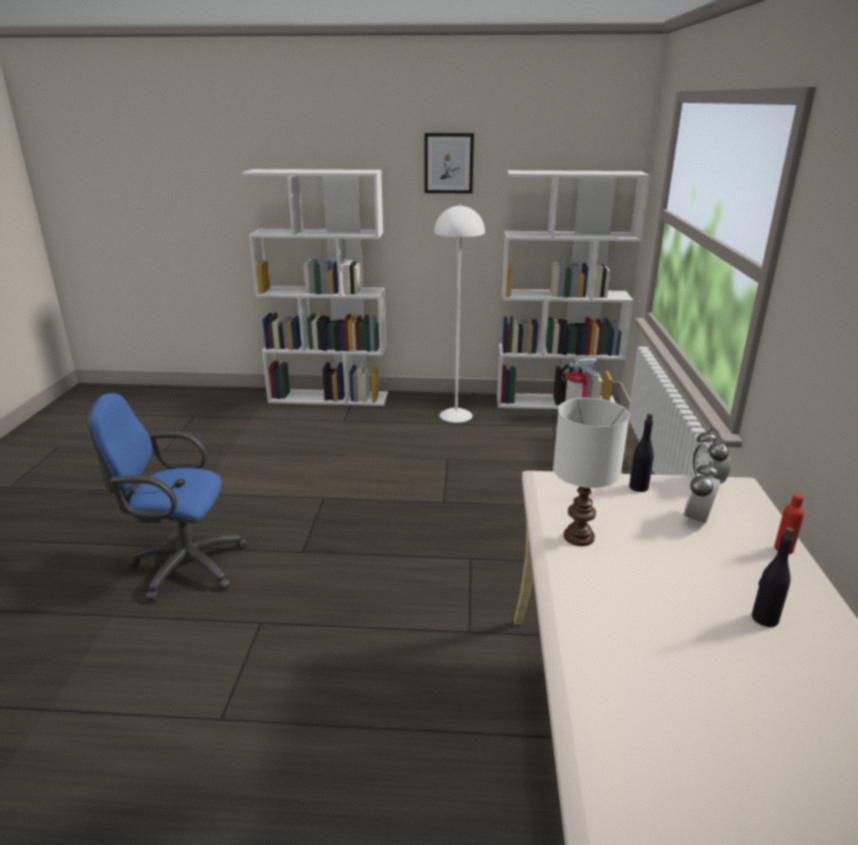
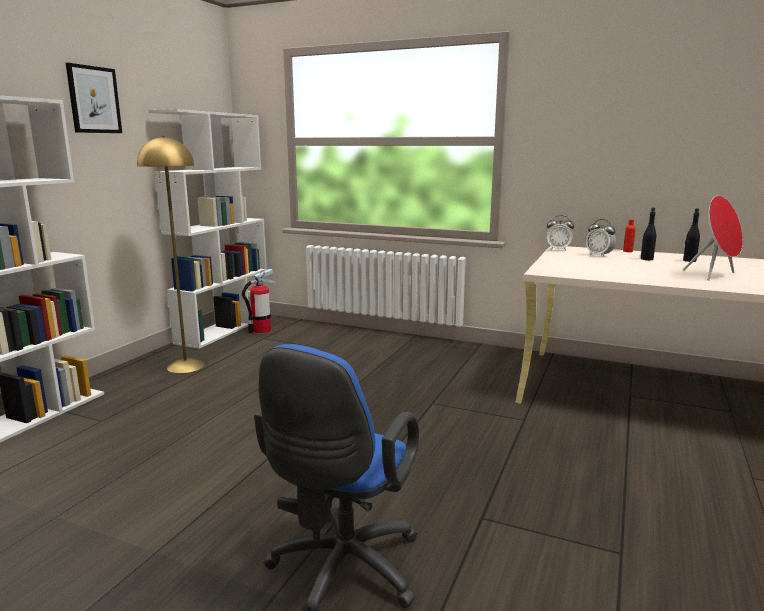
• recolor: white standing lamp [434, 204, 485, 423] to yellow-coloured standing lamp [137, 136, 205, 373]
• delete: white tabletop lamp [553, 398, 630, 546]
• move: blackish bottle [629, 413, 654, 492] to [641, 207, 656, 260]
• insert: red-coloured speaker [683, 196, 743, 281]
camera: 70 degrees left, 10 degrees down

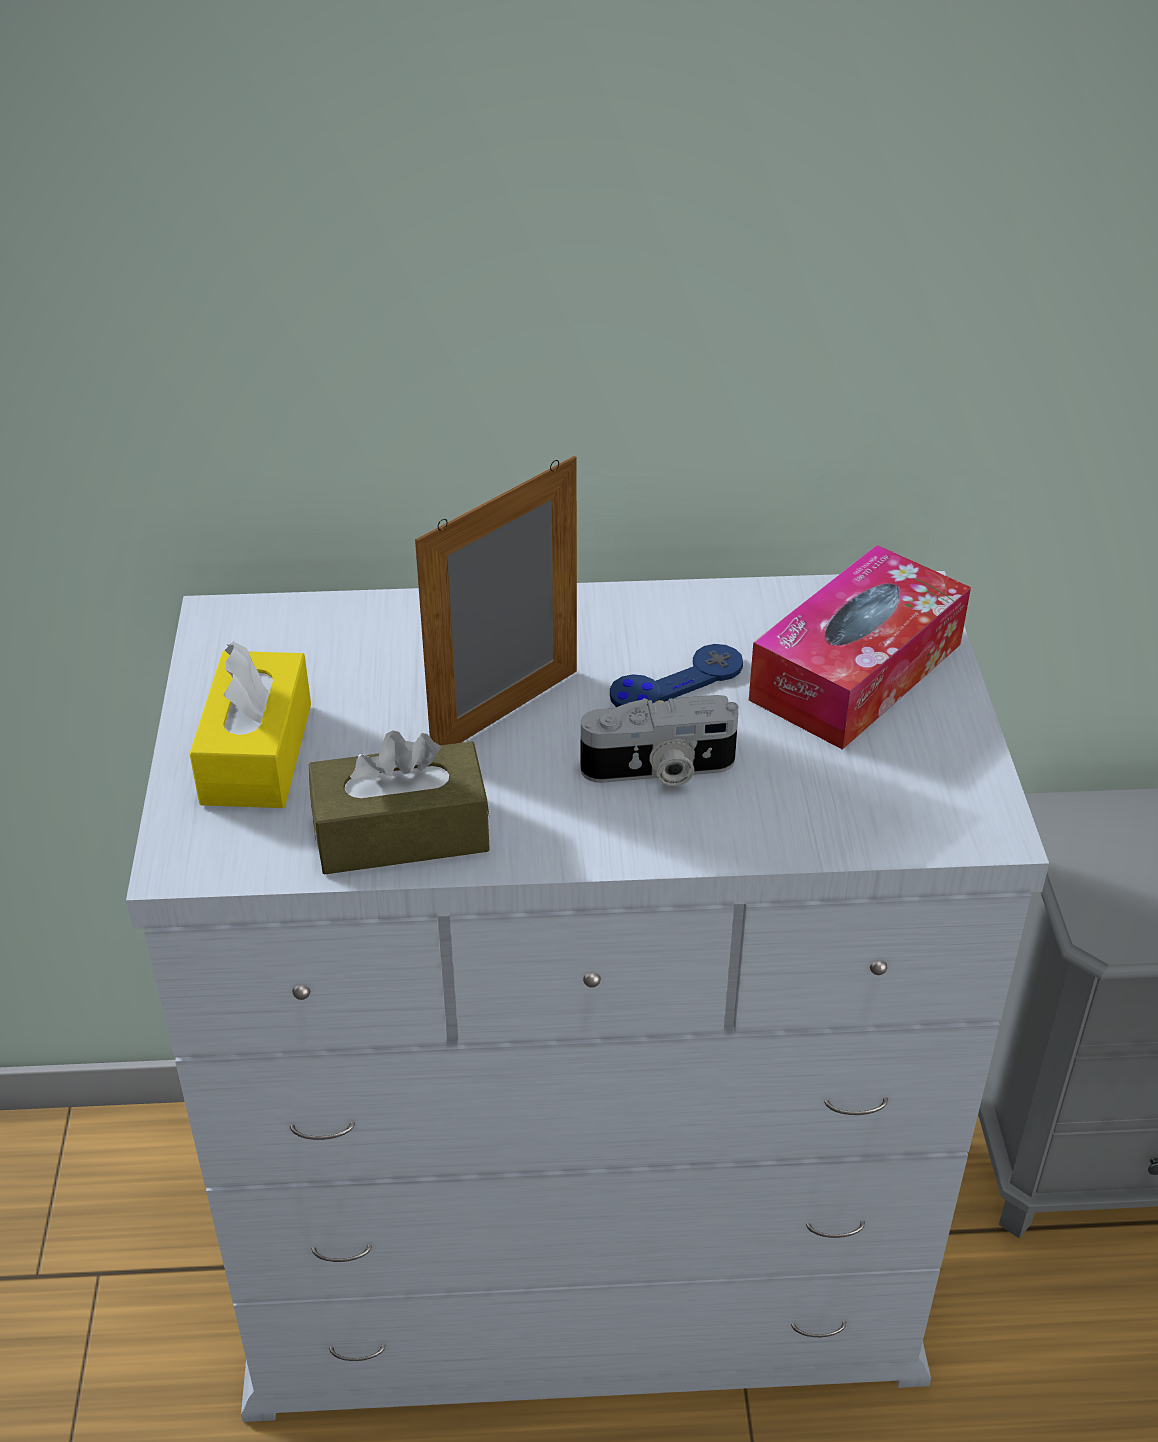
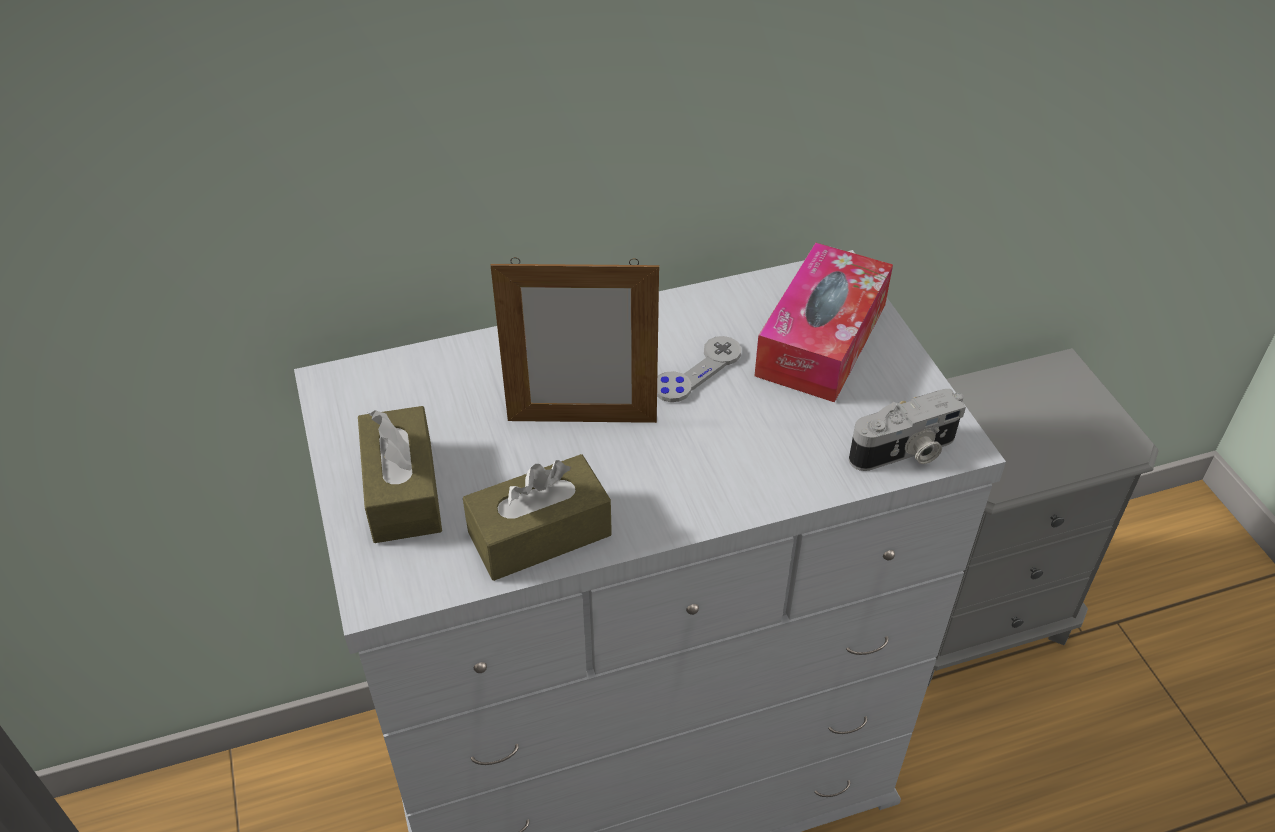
• rotate: standing frame [415, 456, 577, 745] = [490, 257, 659, 423] 120 degrees counterclockwise
• recolor: yellow-coloured tissue box [189, 642, 311, 808] to brown tissue box [358, 406, 442, 543]
• recolor: bluish game controller [610, 644, 743, 707] to grey game controller [657, 336, 741, 402]
• move: still camera [581, 695, 738, 786] to [849, 389, 966, 471]
camera: 15 degrees left, 5 degrees up

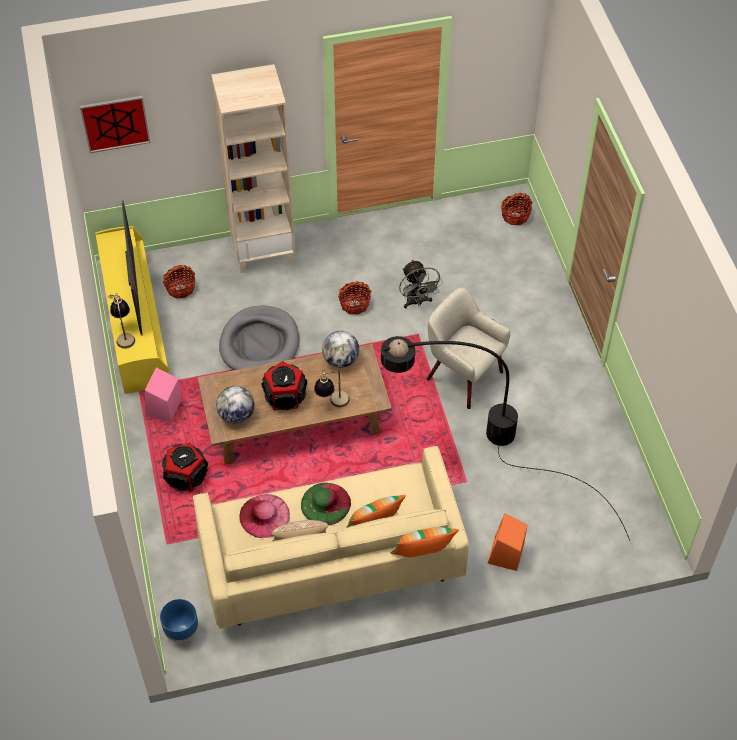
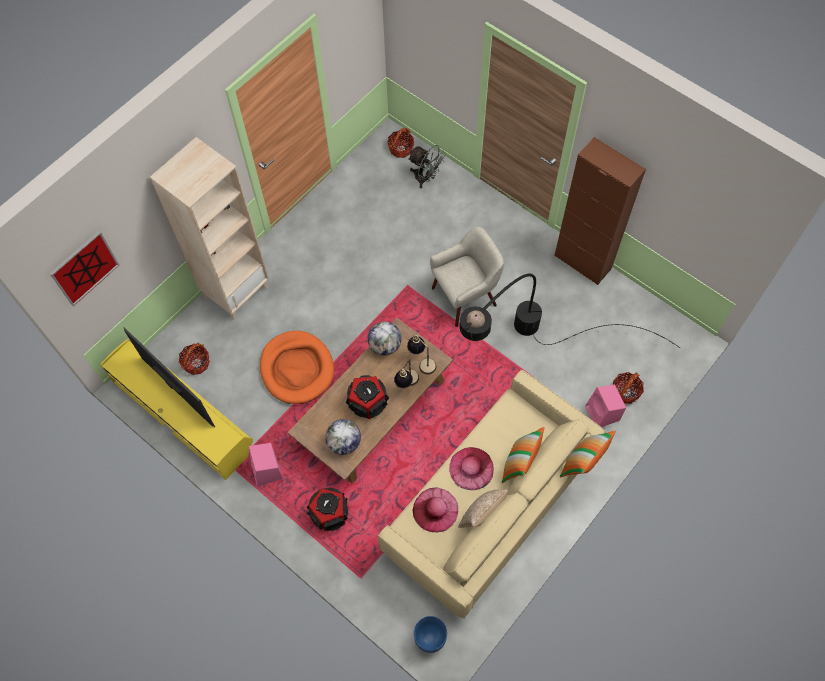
• move: grey fan [399, 259, 443, 308] to [408, 145, 446, 188]
• move: household basket [338, 281, 372, 315] to [613, 372, 644, 404]
• rotate: beige armchair [427, 287, 510, 409] = [430, 226, 504, 327] 150 degrees clockwise
• move: tabletop lamp [110, 293, 135, 349] to [407, 334, 436, 375]
• recolor: grey dog cushion [219, 306, 299, 370] to orangey dog cushion [260, 331, 334, 404]
• recolor: greenish wearable hat [301, 483, 351, 526] to pink-coloured wearable hat [449, 447, 494, 490]
• recolor: orangey speaker [487, 514, 527, 571] to pink-coloured speaker [585, 384, 626, 427]
• insert: brown cupboard [554, 137, 646, 285]
camera: 35 degrees left, 10 degrees up

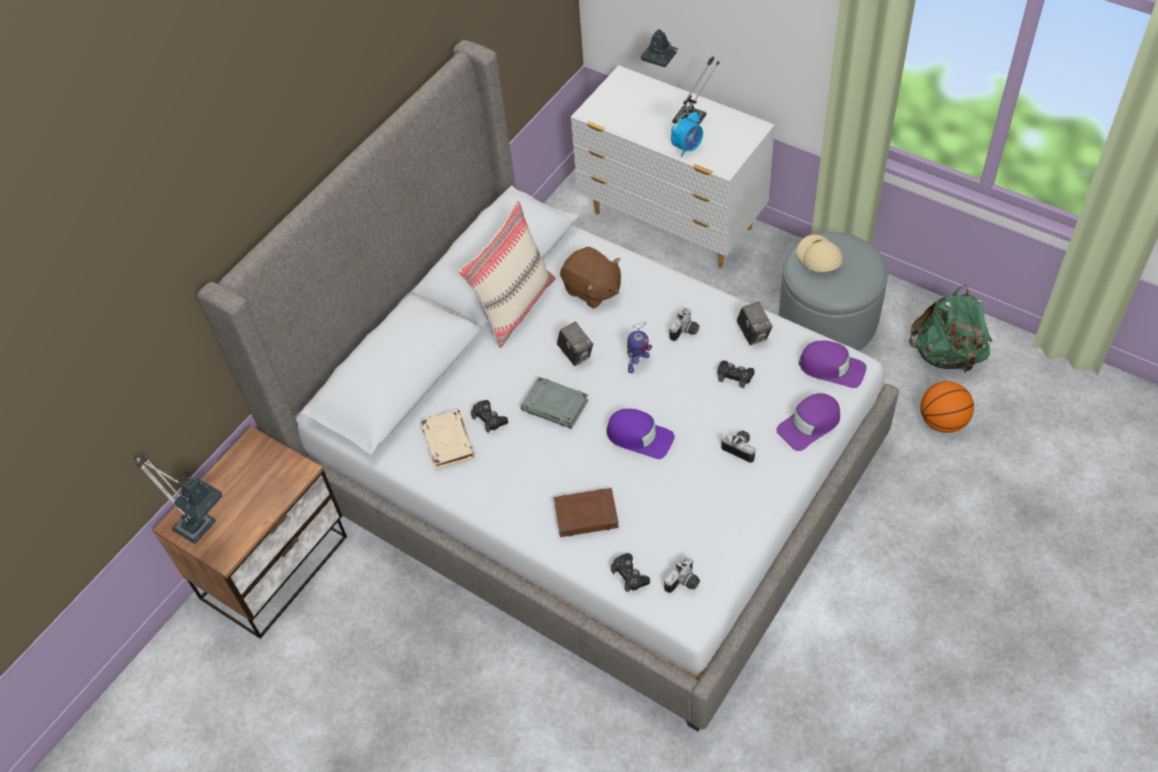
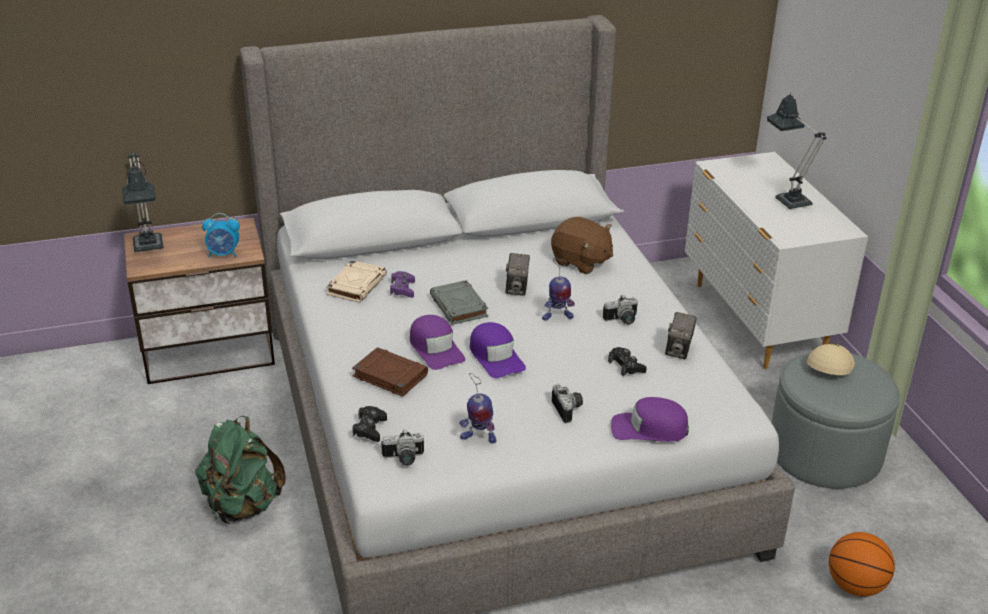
• move: table clock [671, 112, 703, 157] to [202, 213, 240, 257]
• delete: beige throw pillow [458, 201, 556, 348]
• rotate: brown soft toy [560, 247, 621, 309] = [551, 217, 613, 274] 45 degrees counterclockwise
• move: greenish knapsack [909, 285, 992, 375] to [195, 416, 286, 524]
• move: purplish cap [799, 341, 866, 388] to [410, 315, 465, 370]
• recolor: blackish game controller [471, 400, 508, 433] to purplish game controller [390, 271, 415, 298]
• insert: toy robot [459, 373, 496, 444]
camera: 35 degrees right, 20 degrees down

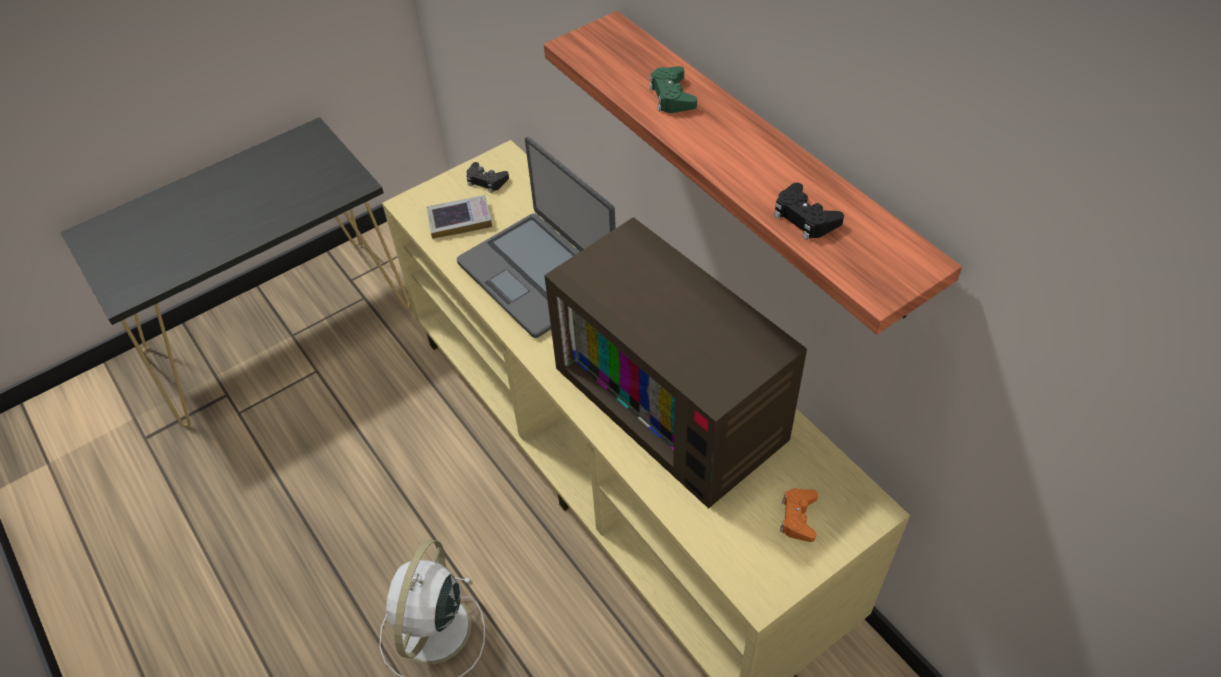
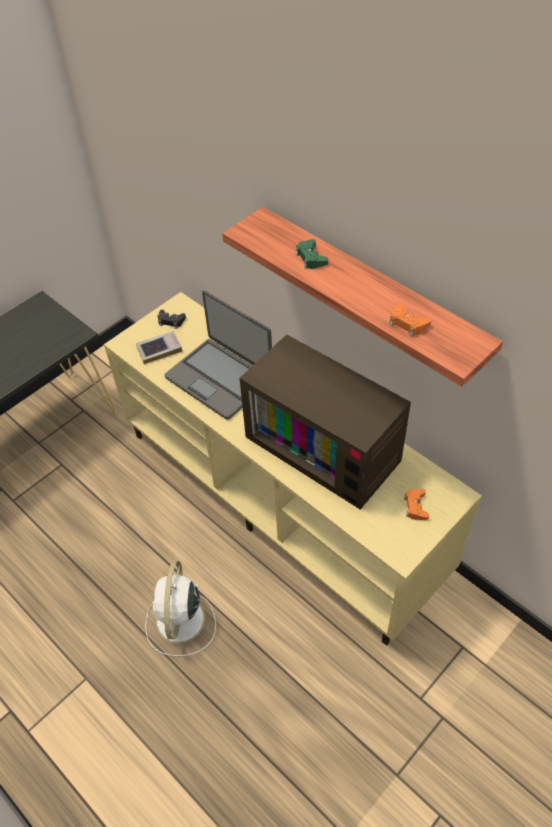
• recolor: blackish game controller [774, 183, 844, 240] to orangey game controller [389, 303, 431, 337]
camera: 10 degrees left, 0 degrees up

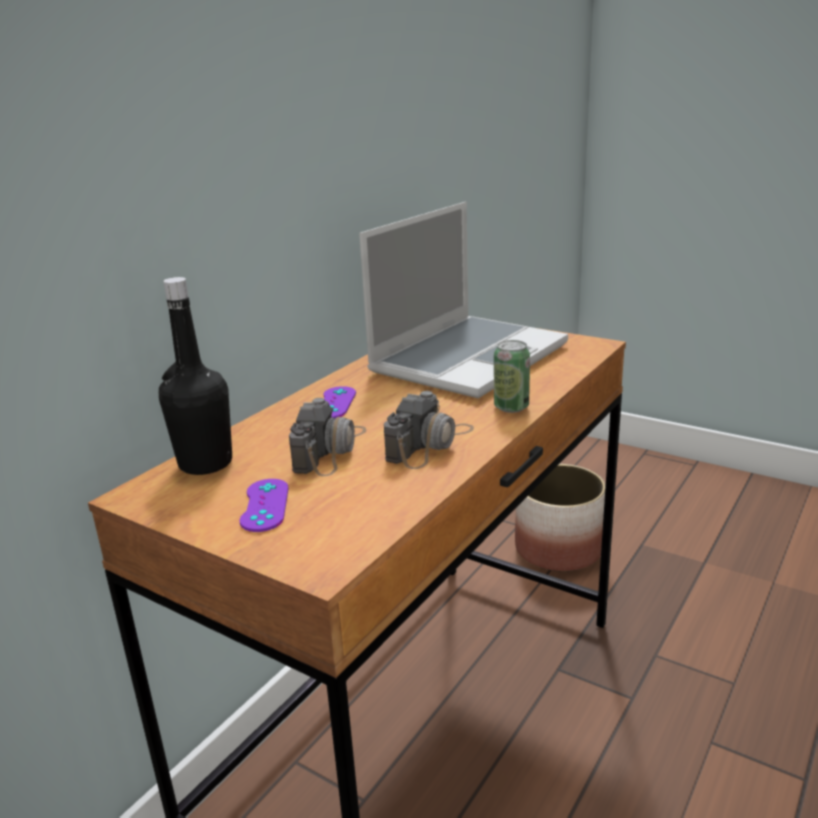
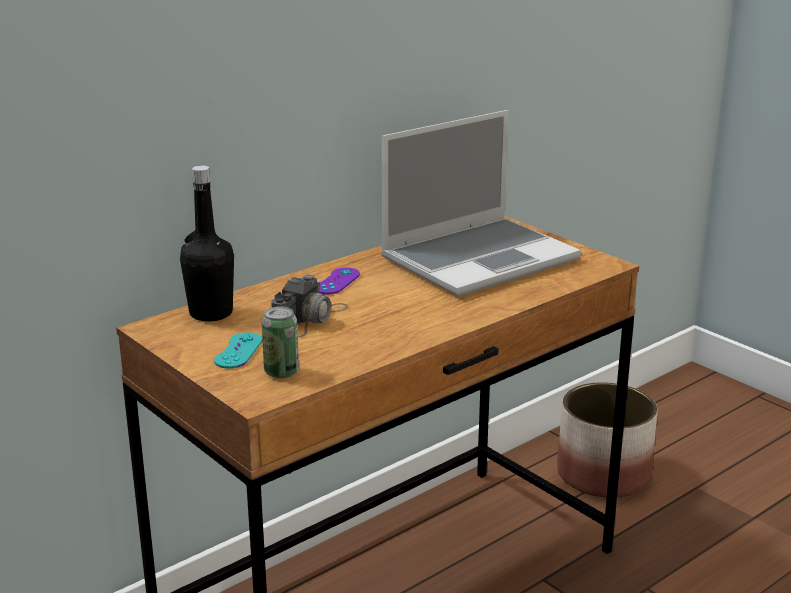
• move: sealed can [494, 340, 530, 413] to [261, 306, 299, 378]
• delete: still camera [384, 391, 474, 469]
• recolor: purplish game controller [240, 479, 289, 532] to turquoise game controller [214, 332, 262, 369]
camera: 15 degrees right, 0 degrees up

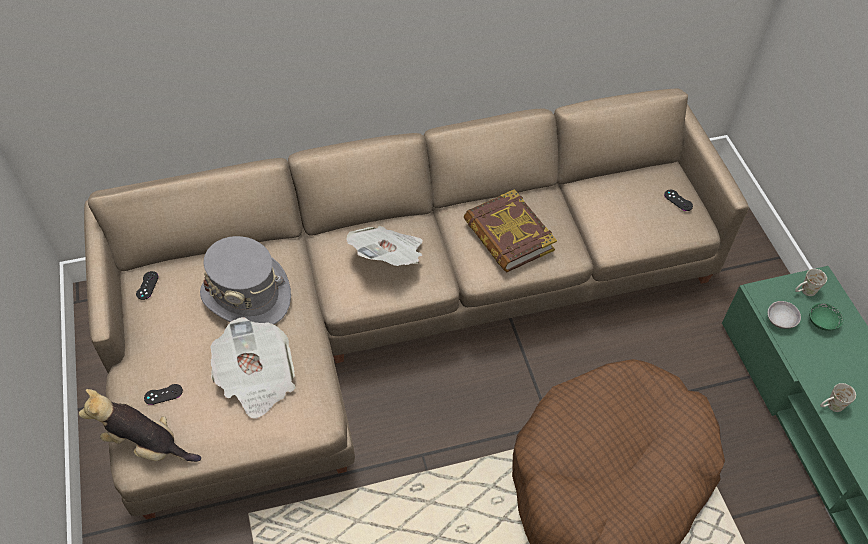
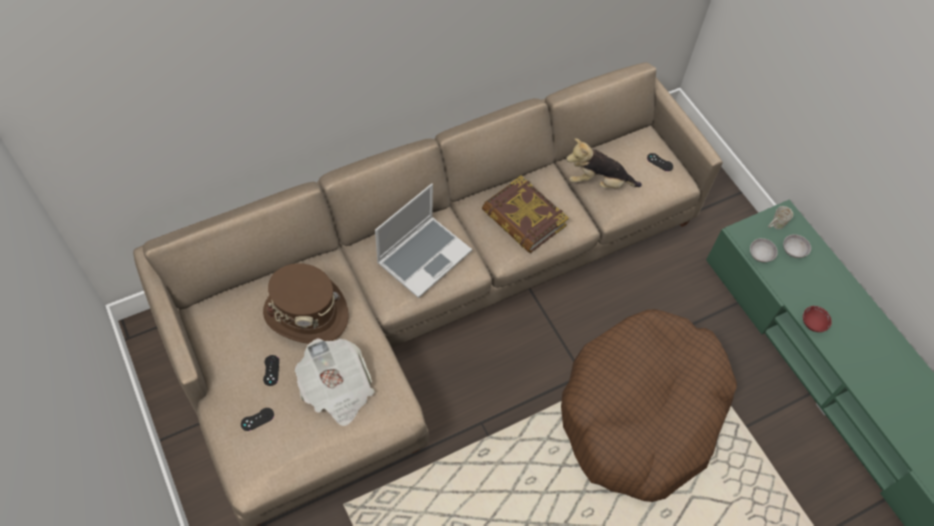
• replace: daily paper [346, 226, 423, 266] to notebook computer [375, 183, 472, 298]
• recolor: grey wearable hat [200, 236, 291, 324] to brown wearable hat [263, 263, 349, 344]
• move: blackish game controller [136, 271, 159, 300] to [263, 355, 279, 386]
• recolor: greenish deep dish [809, 303, 843, 331] to grey deep dish [783, 234, 811, 258]
• replace: white mug [820, 383, 856, 412] to red-coloured deep dish [803, 306, 832, 332]
• move: soft toy [79, 389, 201, 462] to [566, 138, 642, 189]
camera: 15 degrees left, 5 degrees up

